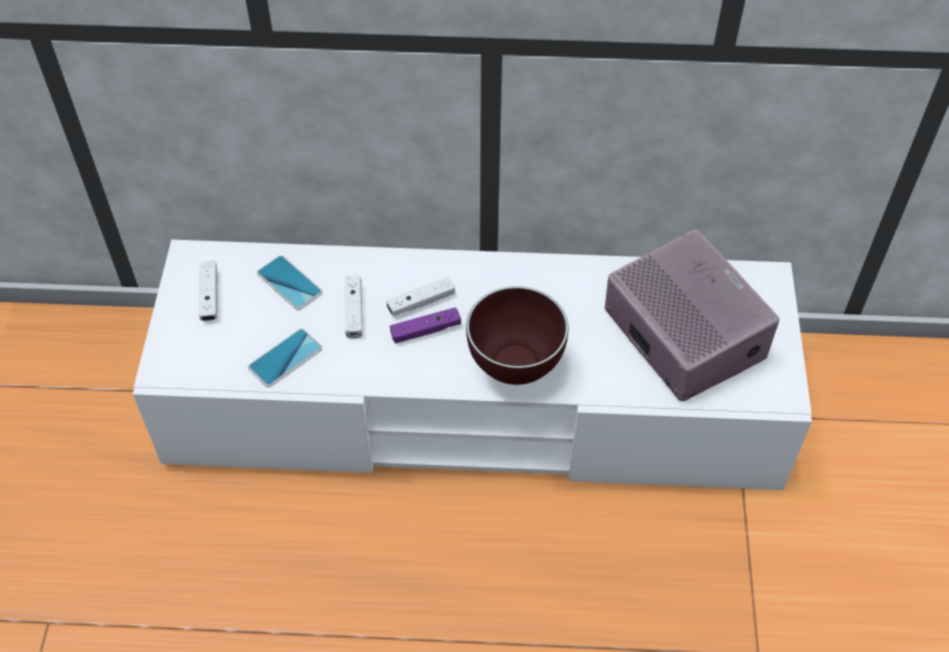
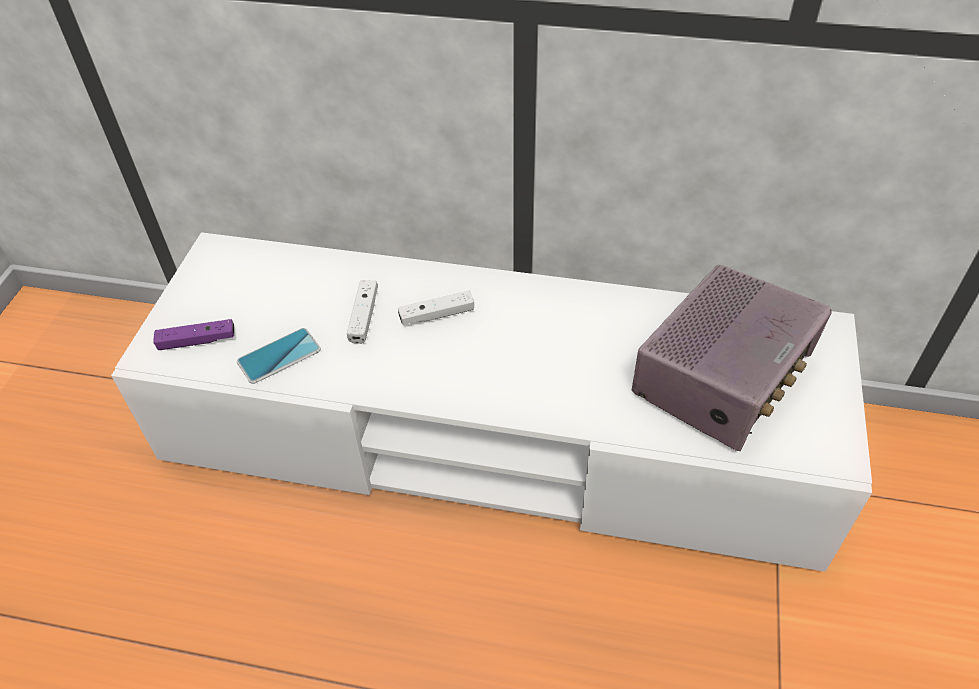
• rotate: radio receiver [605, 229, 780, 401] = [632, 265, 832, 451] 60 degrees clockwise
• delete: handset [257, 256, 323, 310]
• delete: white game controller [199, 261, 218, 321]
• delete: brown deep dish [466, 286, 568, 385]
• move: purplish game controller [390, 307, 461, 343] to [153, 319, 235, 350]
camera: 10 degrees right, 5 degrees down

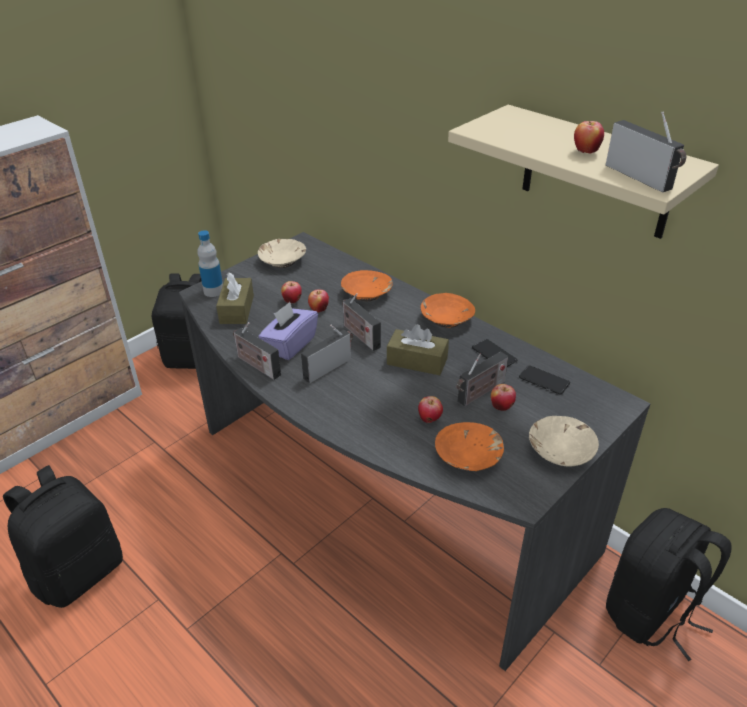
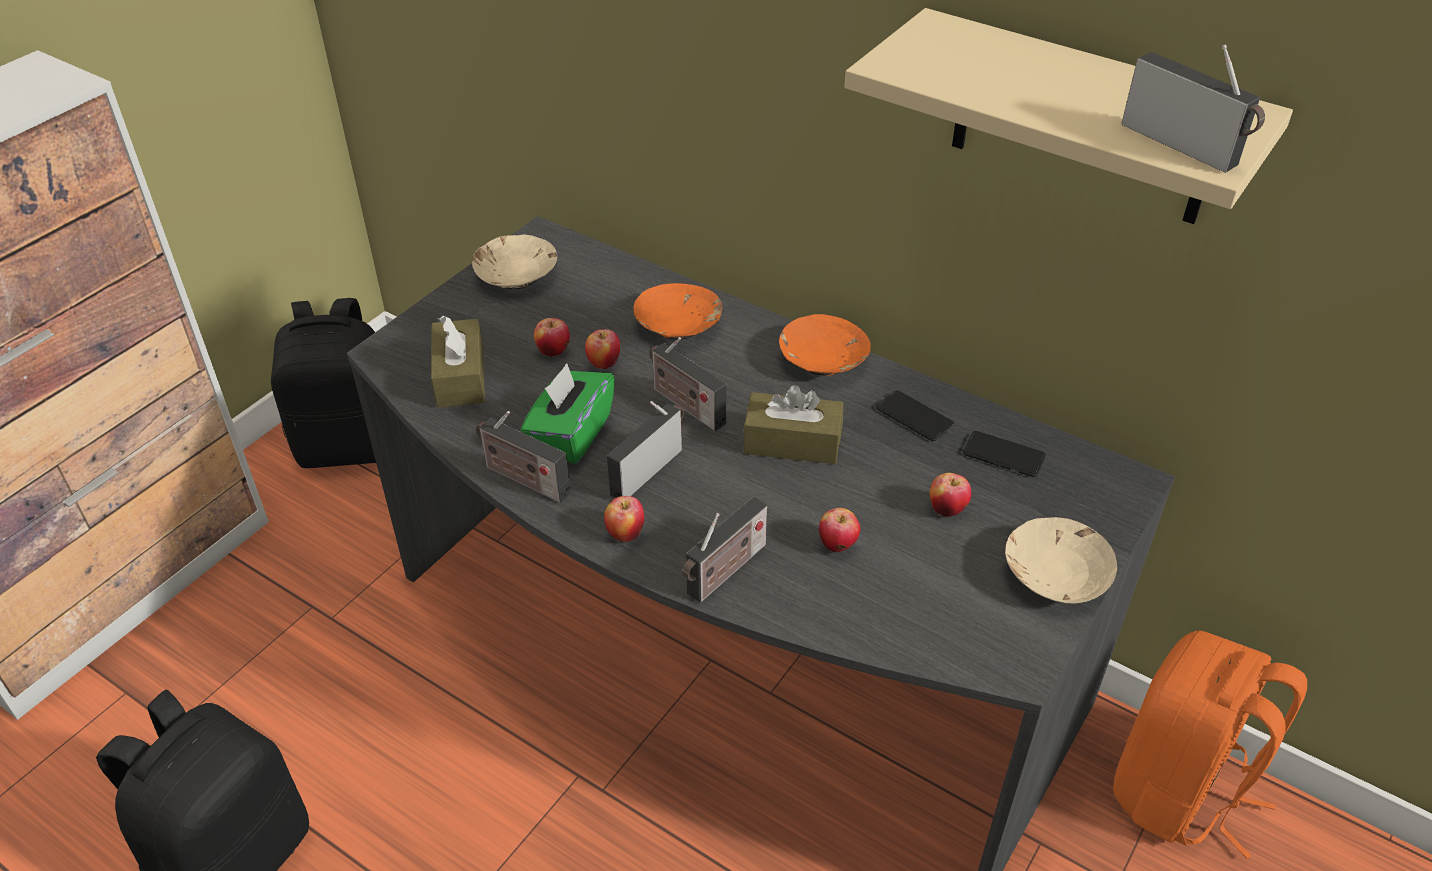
• move: apple fruit [574, 121, 604, 154] to [604, 496, 645, 542]
• delete: bottle [197, 230, 223, 297]
• recolor: purplish tissue box [258, 302, 318, 360] to greenish tissue box [521, 363, 615, 464]
• move: radio receiver [457, 351, 508, 406] to [682, 497, 767, 603]
• delete: orangey deep dish [435, 422, 504, 471]
• recolor: blackish knapsack [606, 508, 732, 661] to orangey knapsack [1113, 631, 1307, 859]
camera: 10 degrees left, 5 degrees up

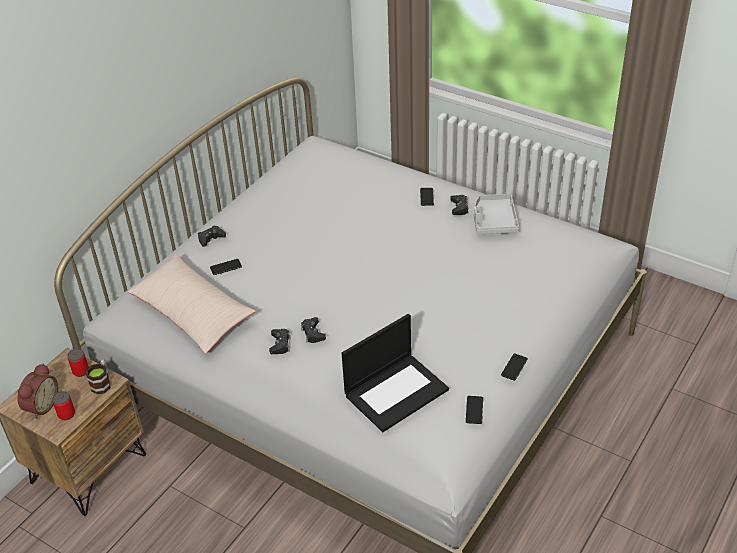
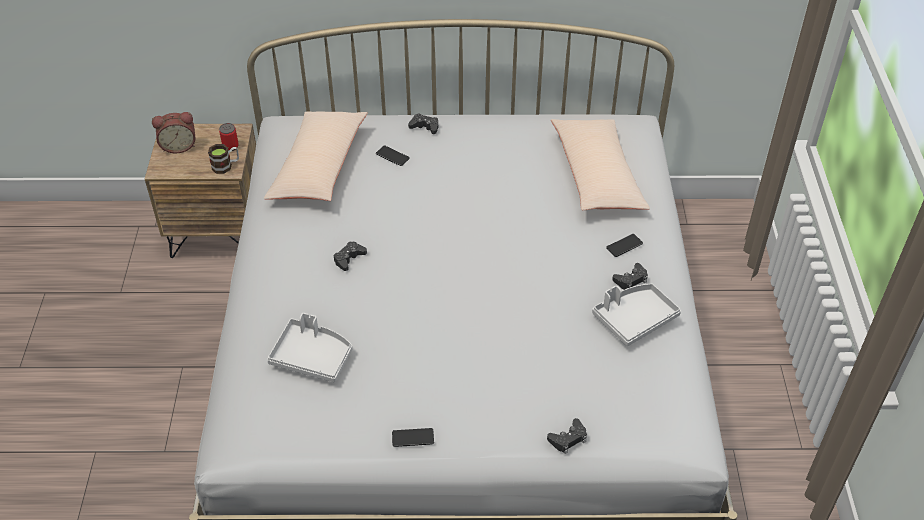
• replace: notebook computer [342, 314, 449, 432] to grey carrying tray [267, 313, 353, 382]
• move: blackish game controller [269, 329, 291, 354] to [547, 418, 587, 454]
• delete: sealed can [52, 391, 75, 420]
• delete: handset [466, 396, 483, 424]
• insert: beige throw pillow [551, 119, 650, 210]
camera: 55 degrees right, 5 degrees up

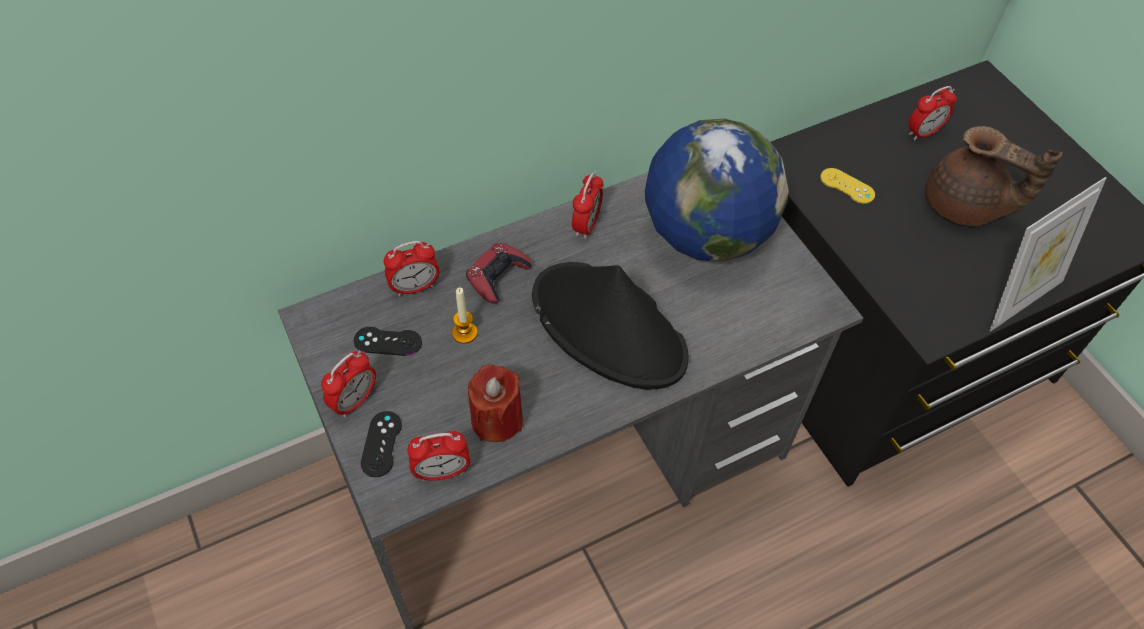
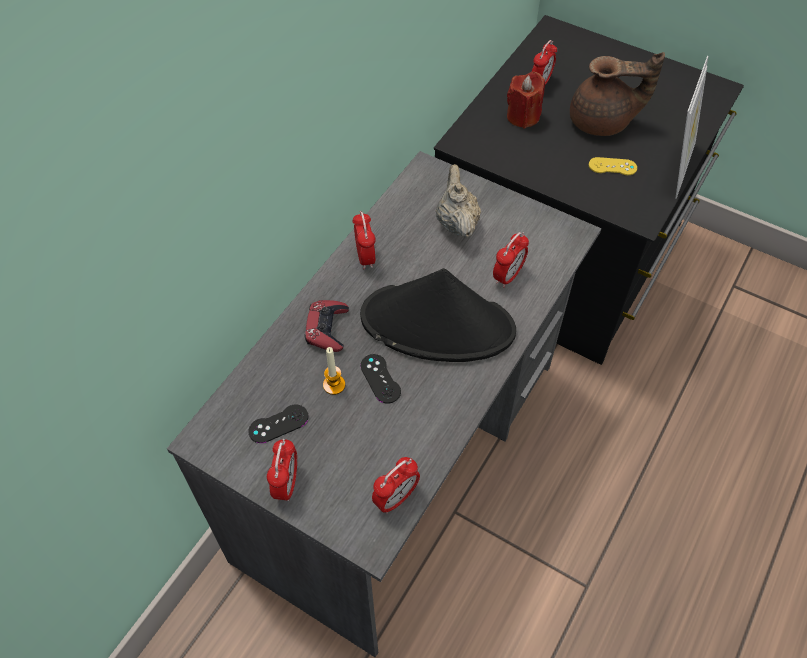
• replace: world globe [645, 119, 789, 262] to beige teapot [436, 164, 481, 238]
• move: yellow-coloured game controller [820, 168, 875, 204] to [589, 157, 637, 175]
• move: table clock [384, 241, 439, 296] to [493, 232, 529, 288]
• move: red-coloured wax candle [468, 365, 523, 442] to [507, 72, 545, 128]
• move: blackish game controller [360, 411, 402, 477] to [360, 354, 401, 404]
camera: 30 degrees left, 0 degrees up

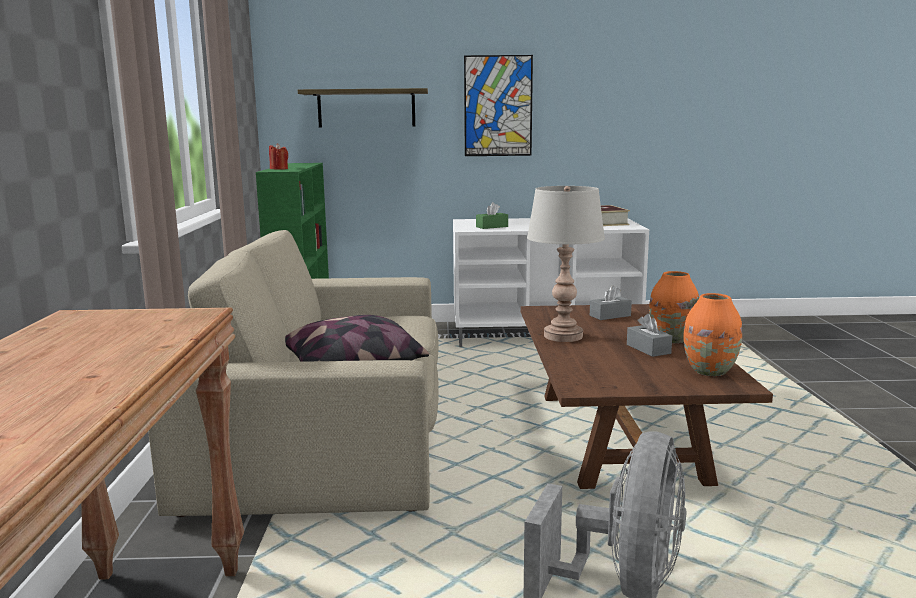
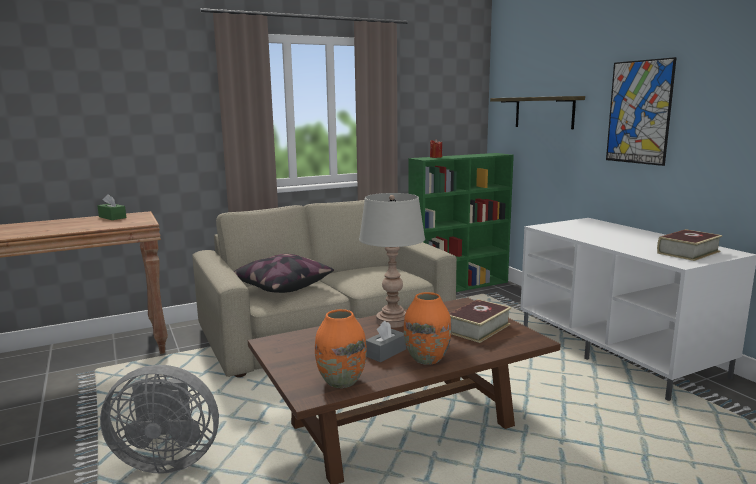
• move: greenish tissue box [476, 202, 508, 229] to [97, 194, 126, 220]
• replace: grey tissue box [590, 285, 632, 320] to volume [450, 299, 511, 343]
camera: 65 degrees right, 0 degrees up

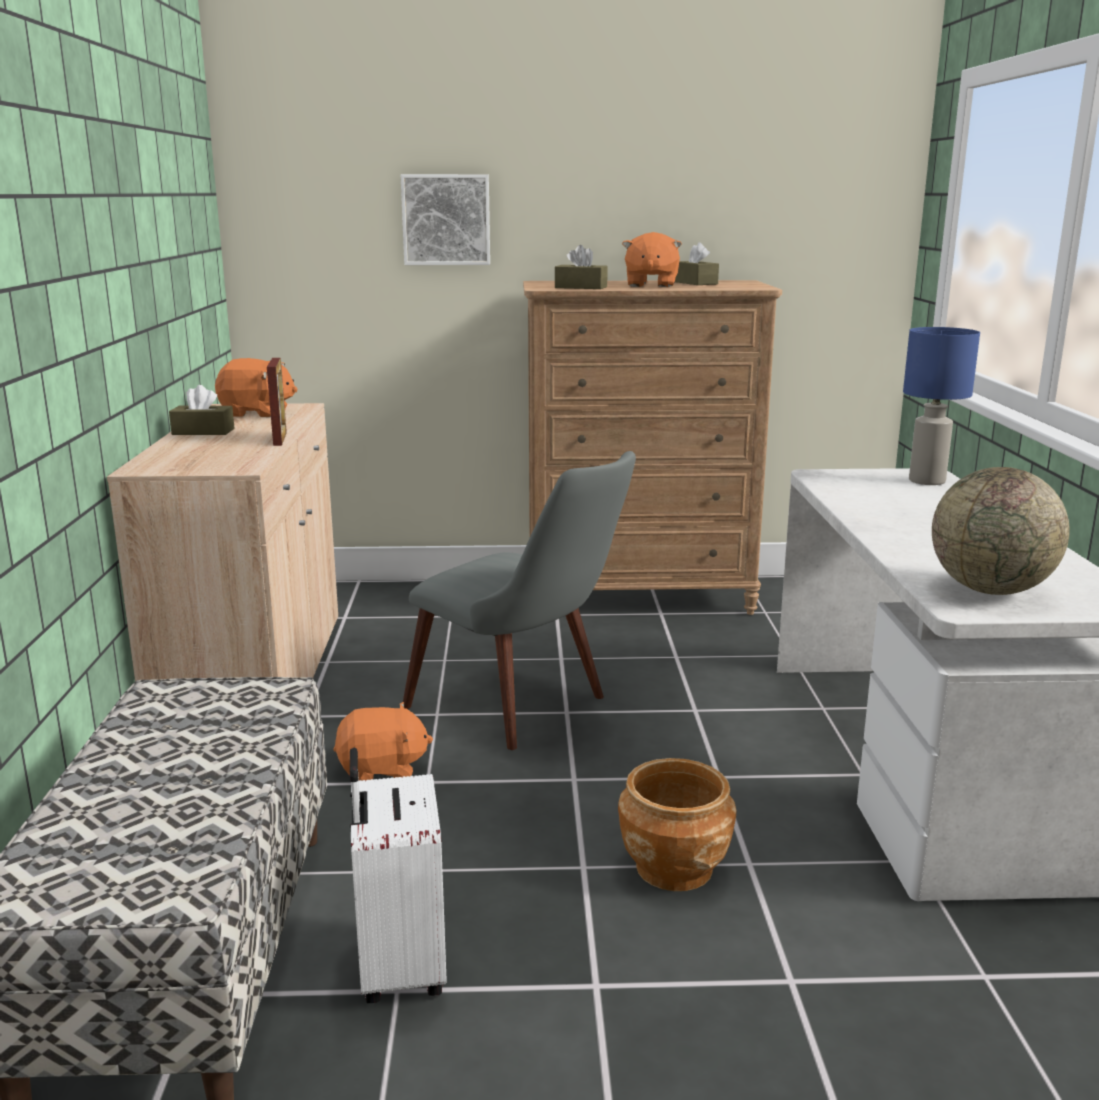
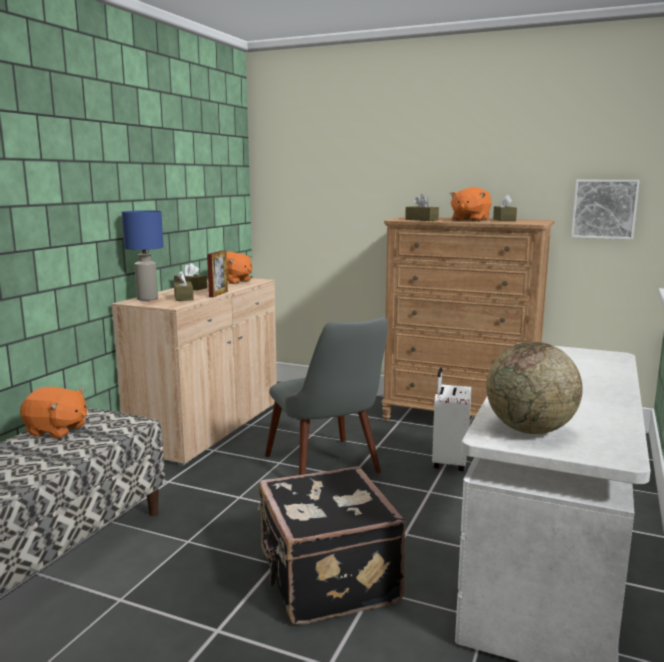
• move: wall art [401, 174, 490, 265] to [571, 180, 640, 240]
• move: bluish tabletop lamp [903, 327, 980, 485] to [122, 210, 164, 301]
• move: orangey soft toy [333, 702, 433, 781] to [20, 387, 87, 438]
• move: white piece of luggage [350, 748, 447, 1003] to [432, 368, 471, 471]
• replace: brown flower pot [618, 758, 736, 891] to blackish piece of luggage [258, 466, 406, 625]
• insert: brown tissue box [174, 271, 194, 301]
camera: 25 degrees right, 5 degrees down

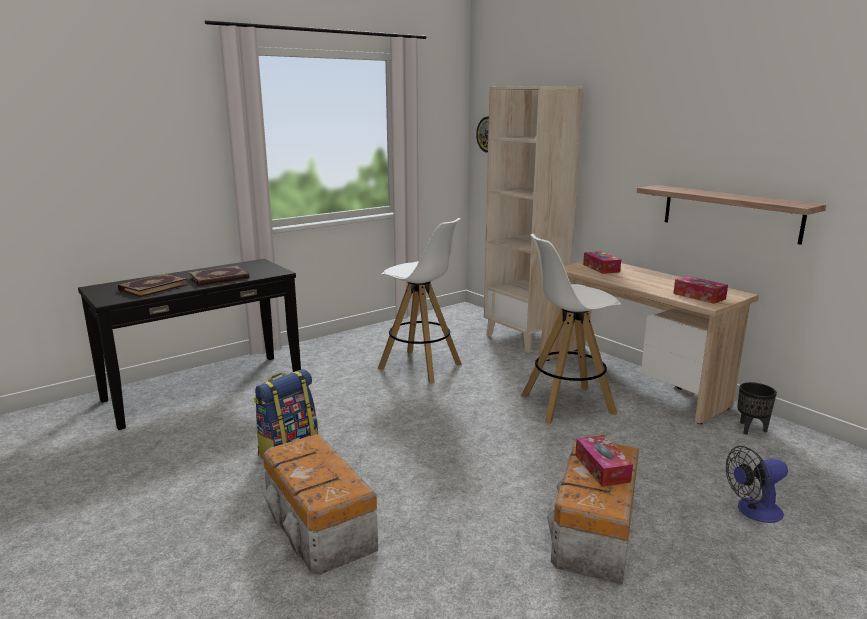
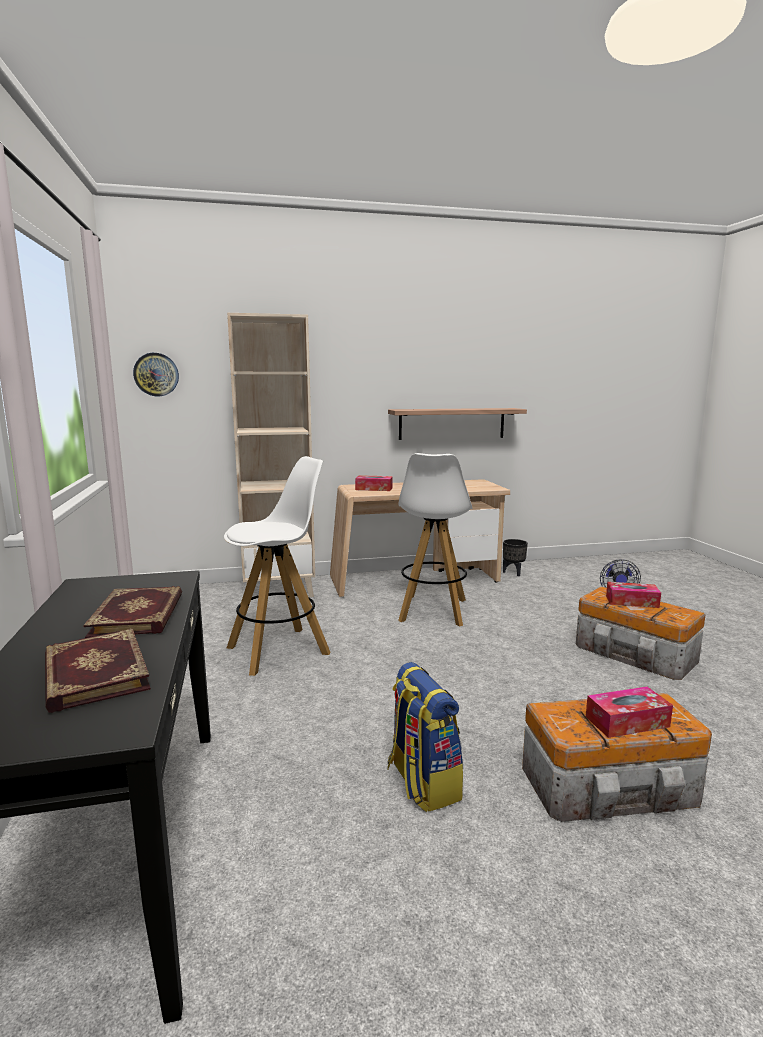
• move: tissue box [673, 276, 728, 304] to [586, 686, 673, 738]
camera: 65 degrees left, 5 degrees down

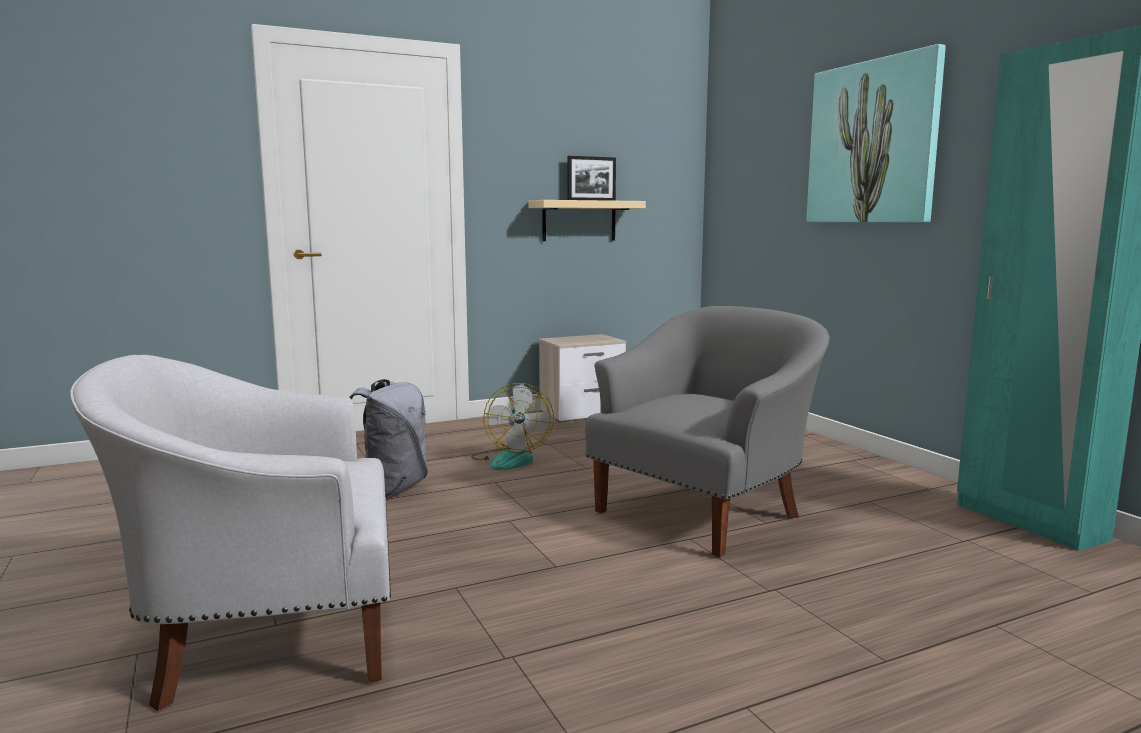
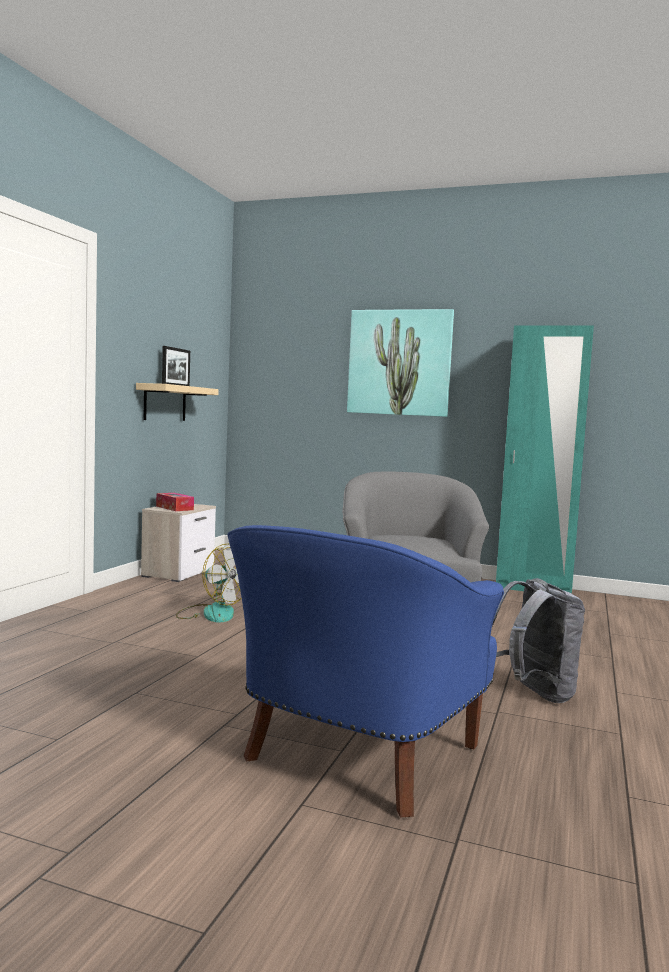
• recolor: white armchair [70, 355, 391, 711] to bluish armchair [227, 525, 504, 818]
• move: grey knapsack [349, 379, 428, 498] to [492, 578, 585, 703]
• insert: tissue box [156, 493, 194, 511]
camera: 45 degrees left, 5 degrees down

